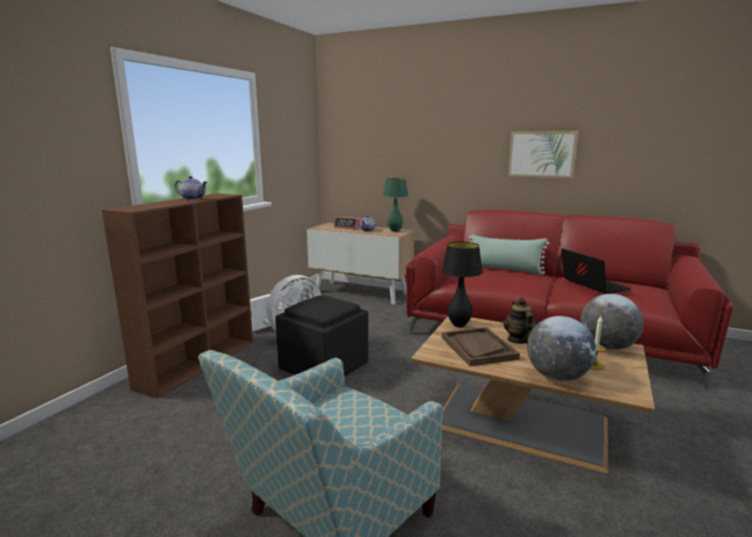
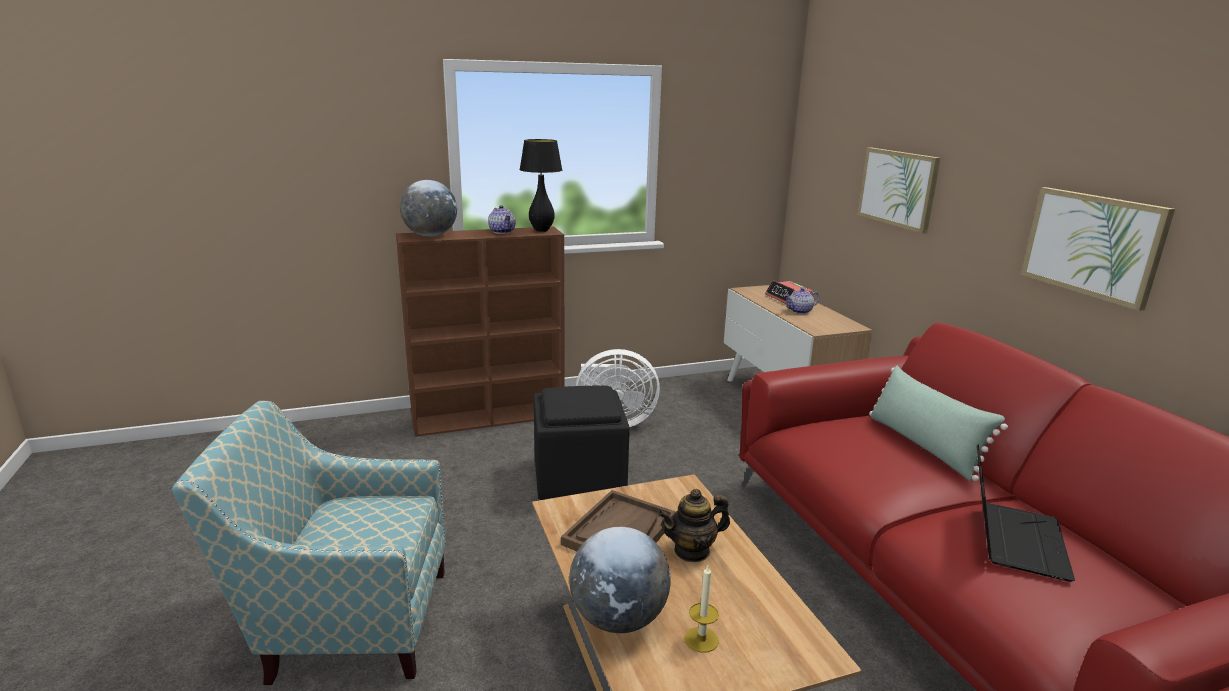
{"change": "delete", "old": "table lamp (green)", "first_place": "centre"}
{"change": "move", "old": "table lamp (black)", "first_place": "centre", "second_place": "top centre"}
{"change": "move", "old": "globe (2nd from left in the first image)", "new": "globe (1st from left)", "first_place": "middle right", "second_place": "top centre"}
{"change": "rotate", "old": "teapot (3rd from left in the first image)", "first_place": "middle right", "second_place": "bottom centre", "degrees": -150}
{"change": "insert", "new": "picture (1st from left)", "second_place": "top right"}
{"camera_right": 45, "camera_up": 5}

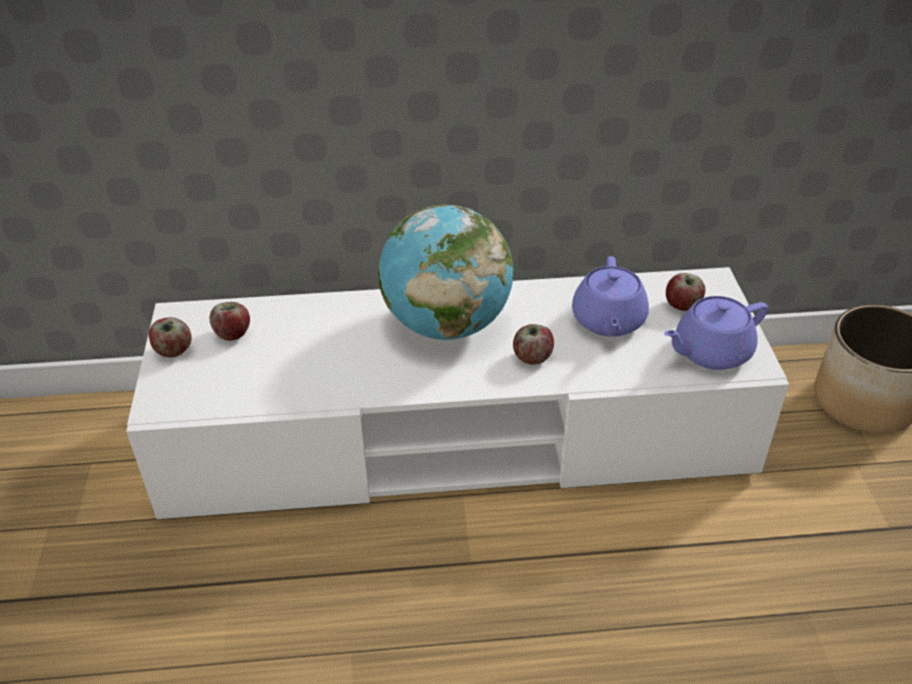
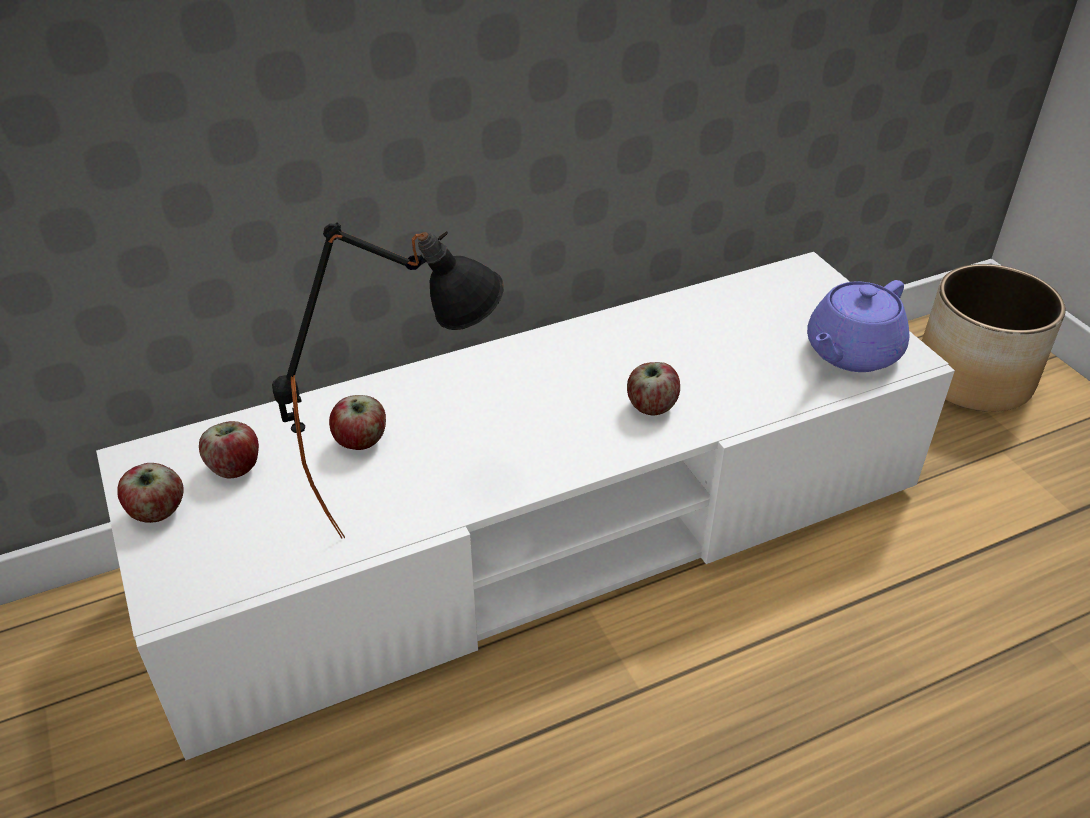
{"change": "delete", "old": "globe", "first_place": "centre"}
{"change": "delete", "old": "teapot (purple) (1st from left)", "first_place": "middle right"}
{"change": "move", "old": "apple (4th from left in the first image)", "new": "apple (3rd from left)", "first_place": "middle right", "second_place": "middle left"}
{"change": "insert", "new": "table lamp (black)", "second_place": "centre"}
{"camera_right": -20, "camera_up": 0}

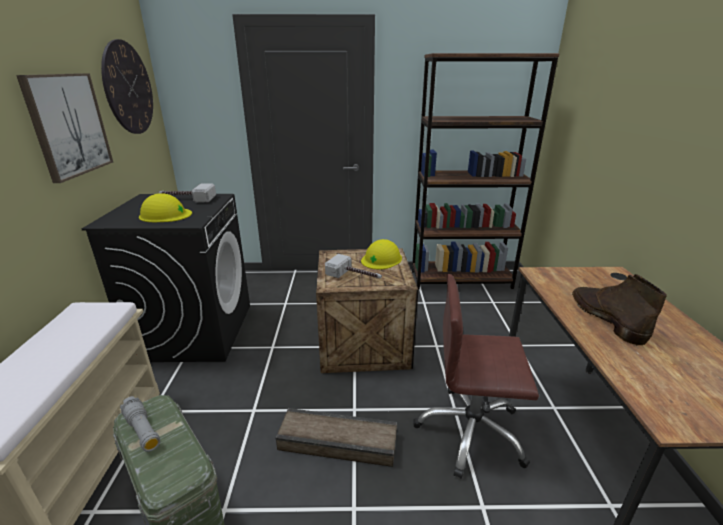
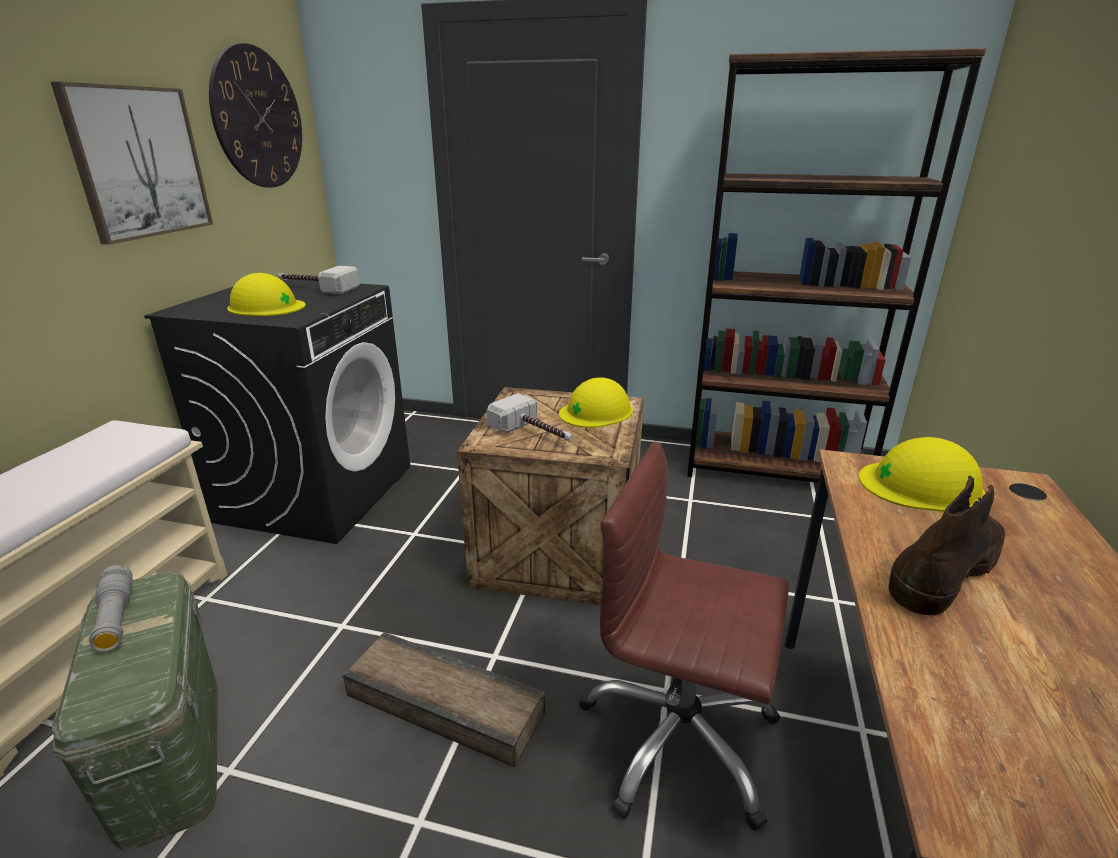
{"change": "rotate", "old": "boot (brown)", "first_place": "middle right", "second_place": "middle right", "degrees": 45}
{"change": "insert", "new": "hard hat (yellow) (3rd from left)", "second_place": "middle right"}
{"camera_right": 15, "camera_up": 0}

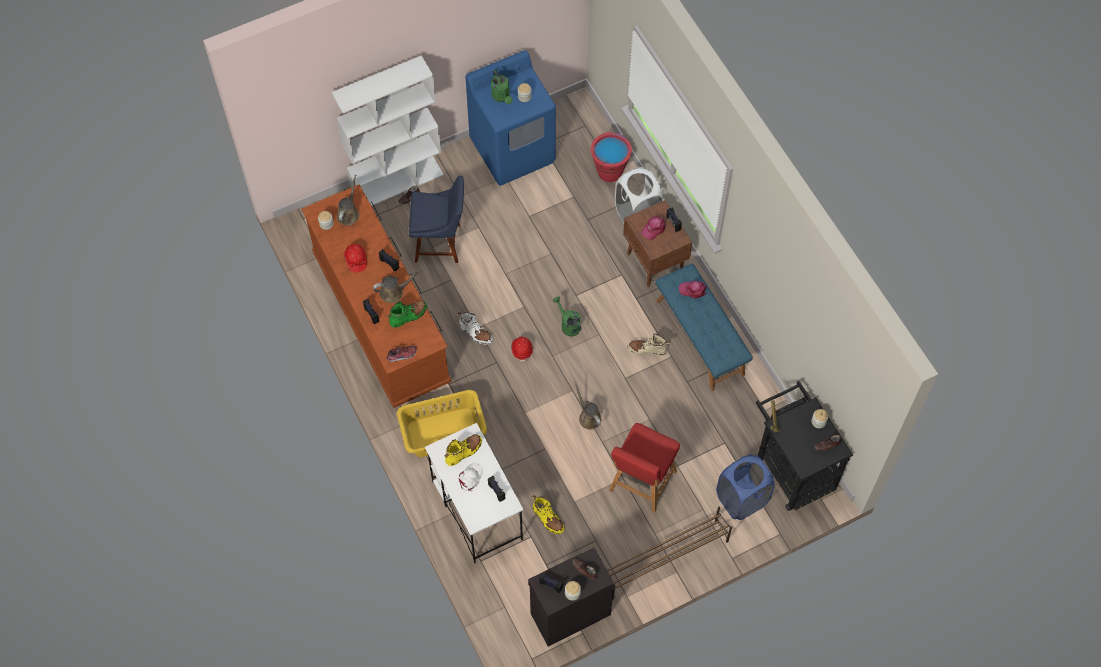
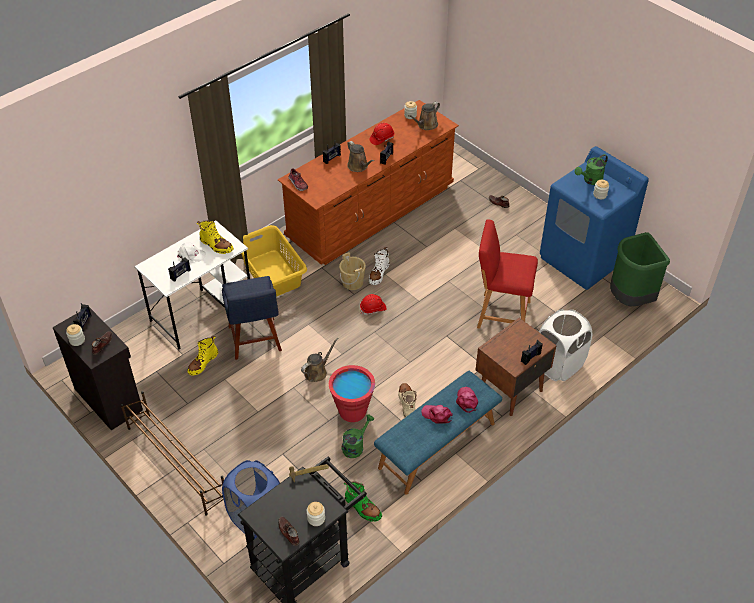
{"change": "delete", "old": "bookcase (white)", "first_place": "top centre"}
{"change": "move", "old": "bucket (red)", "first_place": "top centre", "second_place": "centre"}
{"change": "rotate", "old": "watering can (brown) (1st from left in the first image)", "first_place": "top left", "second_place": "top centre", "degrees": 135}
{"change": "move", "old": "chair (blue)", "first_place": "top centre", "second_place": "centre"}
{"change": "move", "old": "cap (pink) (1st from left)", "first_place": "centre", "second_place": "bottom centre"}
{"change": "move", "old": "watering can (green) (2nd from left in the first image)", "new": "watering can (green) (1st from left)", "first_place": "centre", "second_place": "bottom centre"}
{"change": "move", "old": "boot (green)", "first_place": "centre", "second_place": "bottom centre"}
{"change": "move", "old": "stool (red)", "first_place": "bottom centre", "second_place": "middle right"}
{"change": "insert", "new": "trash can (green)", "second_place": "middle right"}
{"change": "insert", "new": "bucket (beige)", "second_place": "centre"}
{"camera_right": 75, "camera_up": -15}

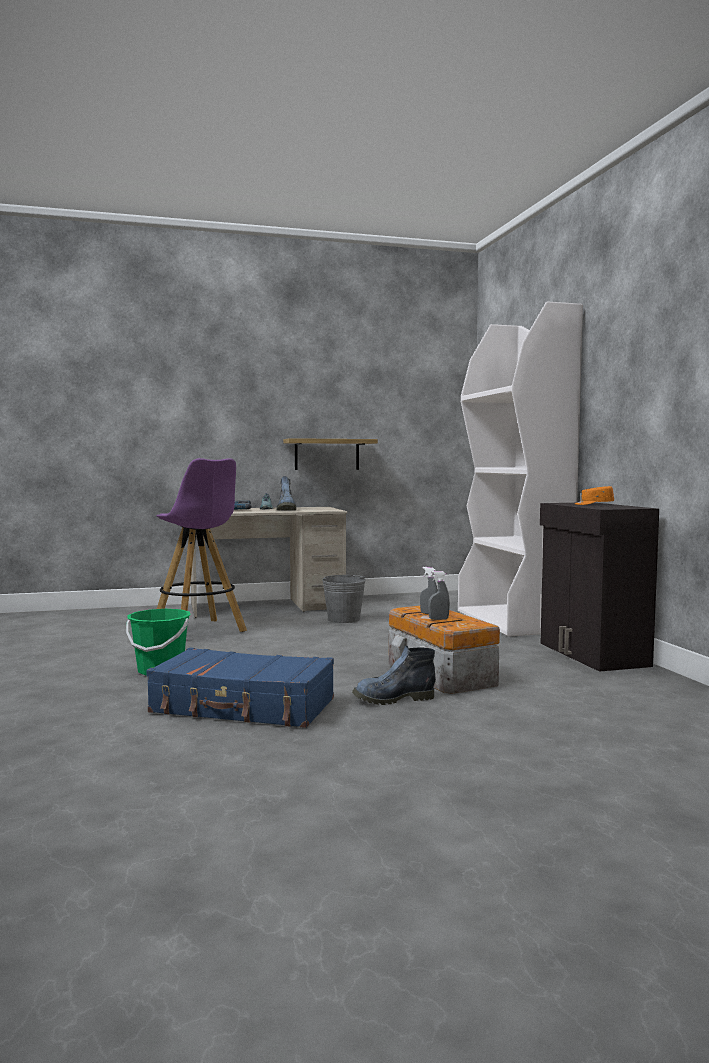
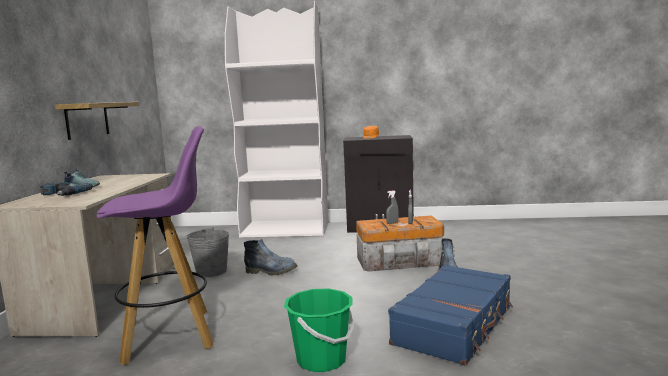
{"change": "move", "old": "boot (1st from left)", "first_place": "centre", "second_place": "bottom centre"}
{"camera_right": -70, "camera_up": 5}

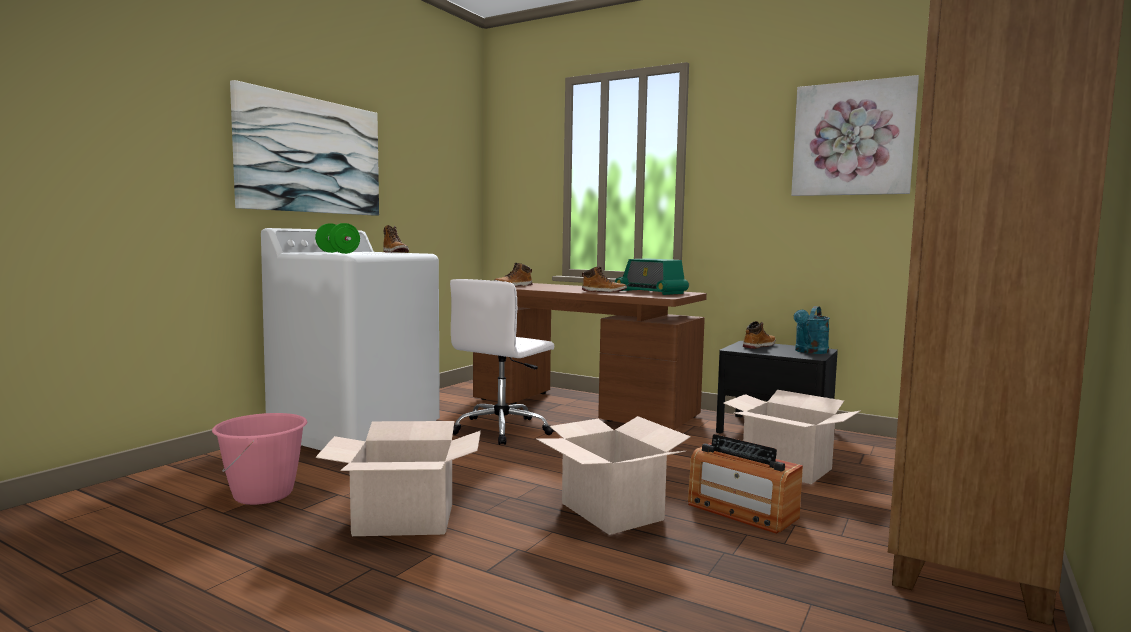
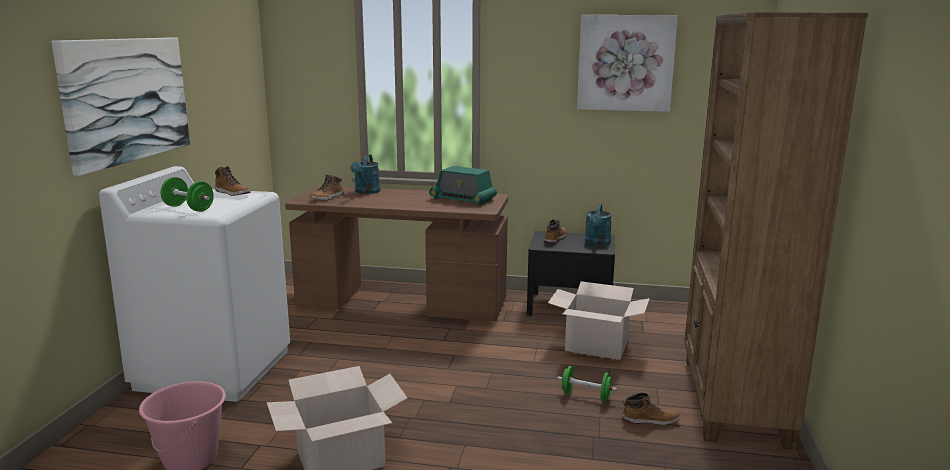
{"change": "move", "old": "boot (3rd from left in the first image)", "new": "boot (4th from left)", "first_place": "centre", "second_place": "bottom right"}
{"change": "delete", "old": "office chair (white)", "first_place": "centre"}
{"change": "delete", "old": "cardboard box (2nd from left)", "first_place": "bottom centre"}
{"change": "replace", "old": "radio (2nd from left)", "new": "dumbbell (green) (2nd from left)", "first_place": "bottom centre", "second_place": "bottom centre"}
{"change": "insert", "new": "watering can (turquoise) (1st from left)", "second_place": "centre"}
{"camera_right": -20, "camera_up": 10}

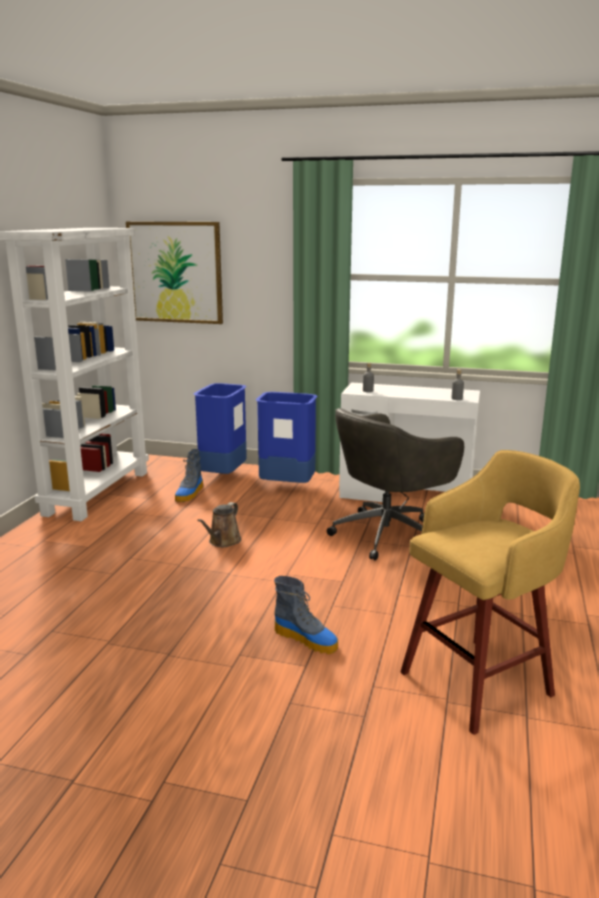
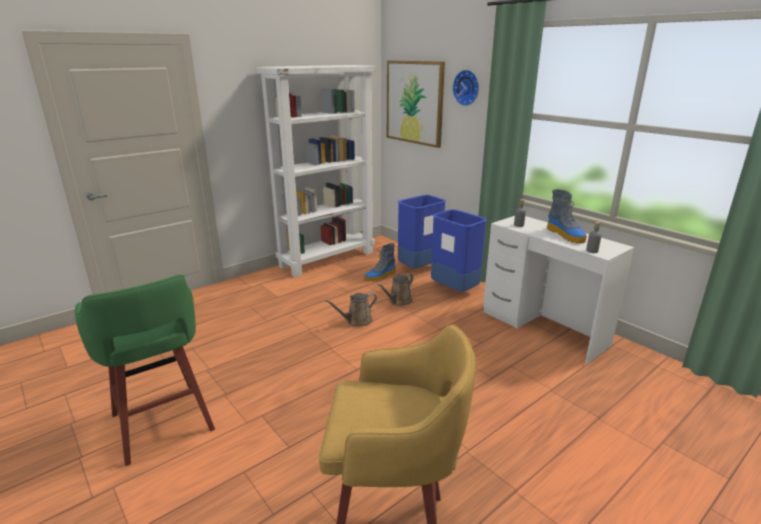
{"change": "delete", "old": "office chair (grey)", "first_place": "centre"}
{"change": "move", "old": "boot (2nd from left)", "first_place": "bottom centre", "second_place": "middle right"}
{"change": "insert", "new": "wall clock", "second_place": "top centre"}
{"change": "insert", "new": "watering can (brown) (2nd from left)", "second_place": "centre"}
{"change": "insert", "new": "stool (green)", "second_place": "bottom left"}
{"camera_right": 35, "camera_up": 5}

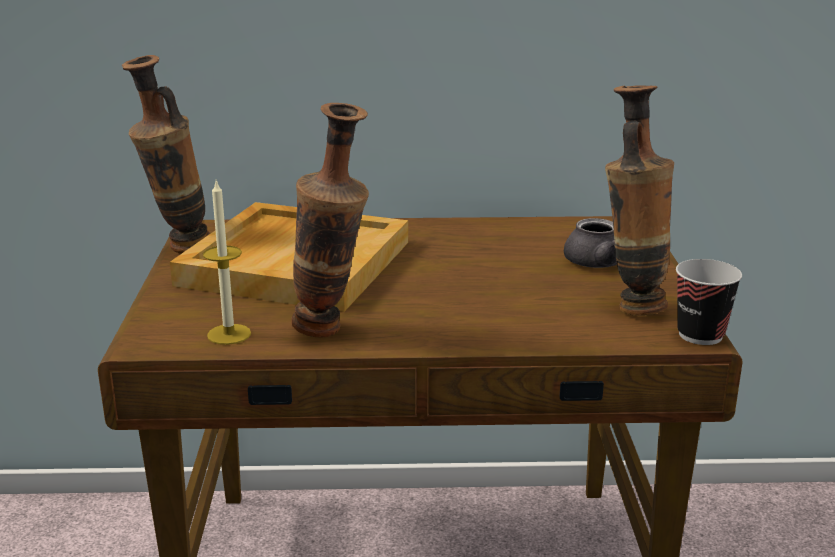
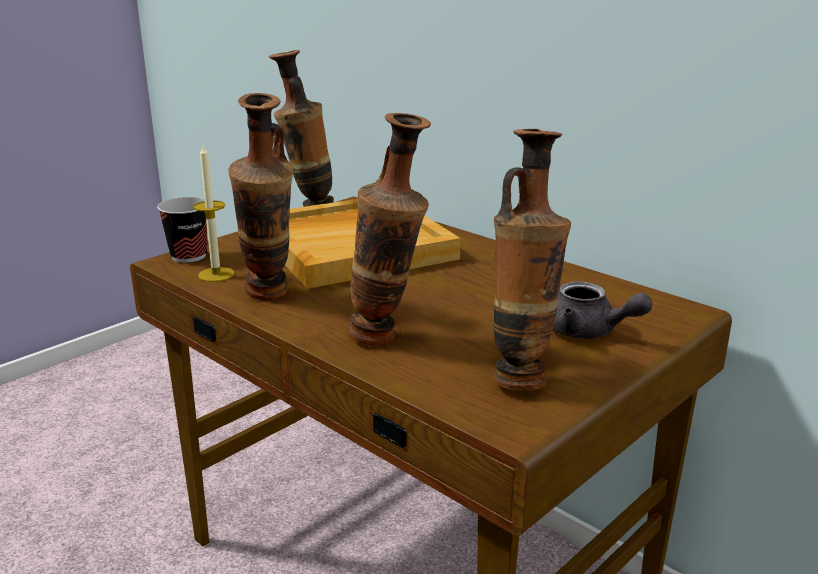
{"change": "move", "old": "cup", "first_place": "middle right", "second_place": "middle left"}
{"change": "insert", "new": "vase (3rd from left)", "second_place": "centre"}
{"camera_right": 45, "camera_up": 0}

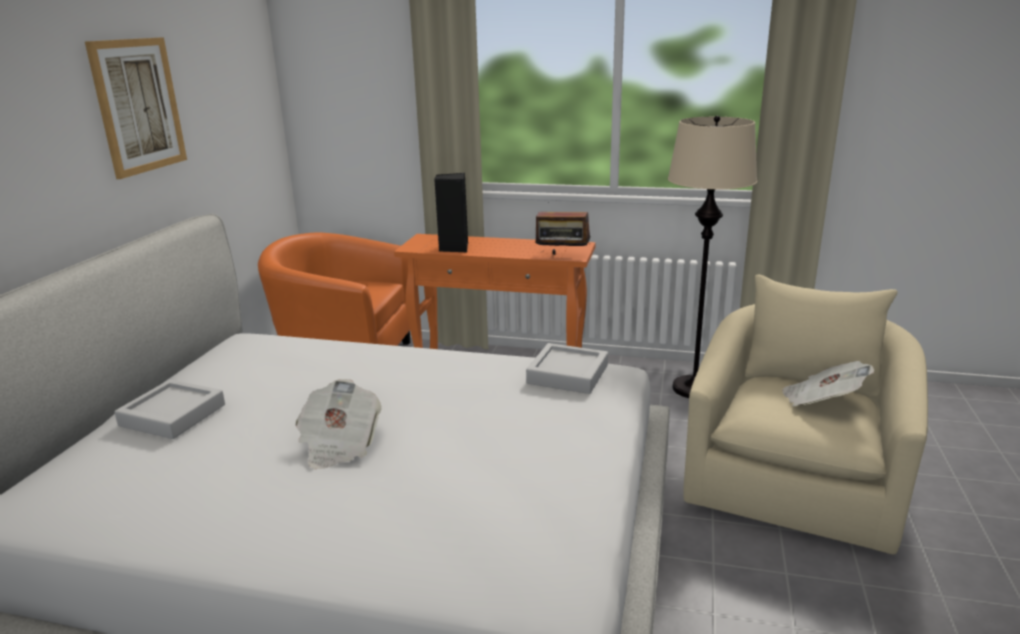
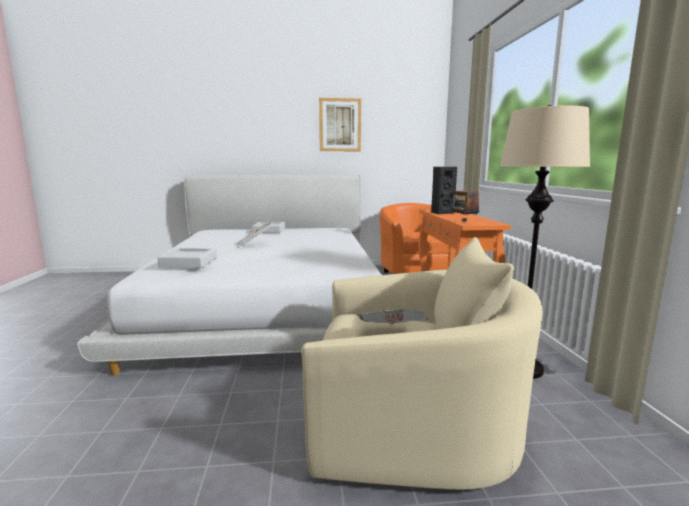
{"change": "move", "old": "tray (grey) (2nd from left in the first image)", "new": "tray (grey) (1st from left)", "first_place": "centre", "second_place": "middle left"}
{"camera_right": 70, "camera_up": -10}

